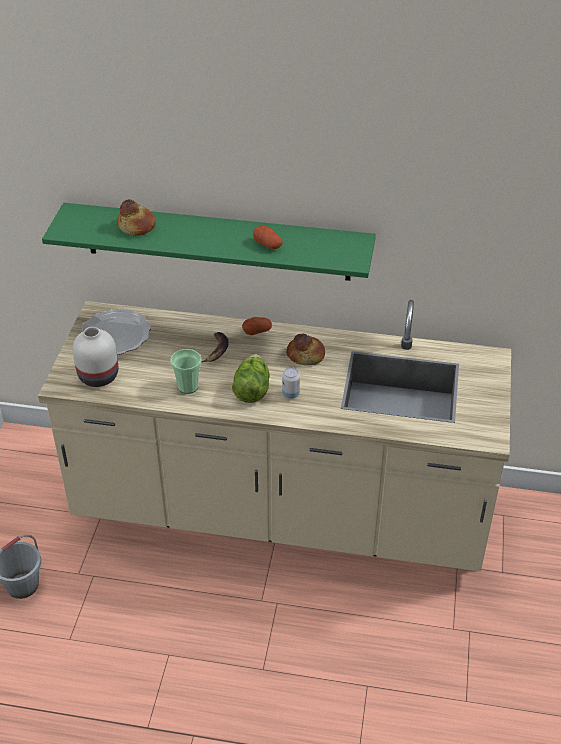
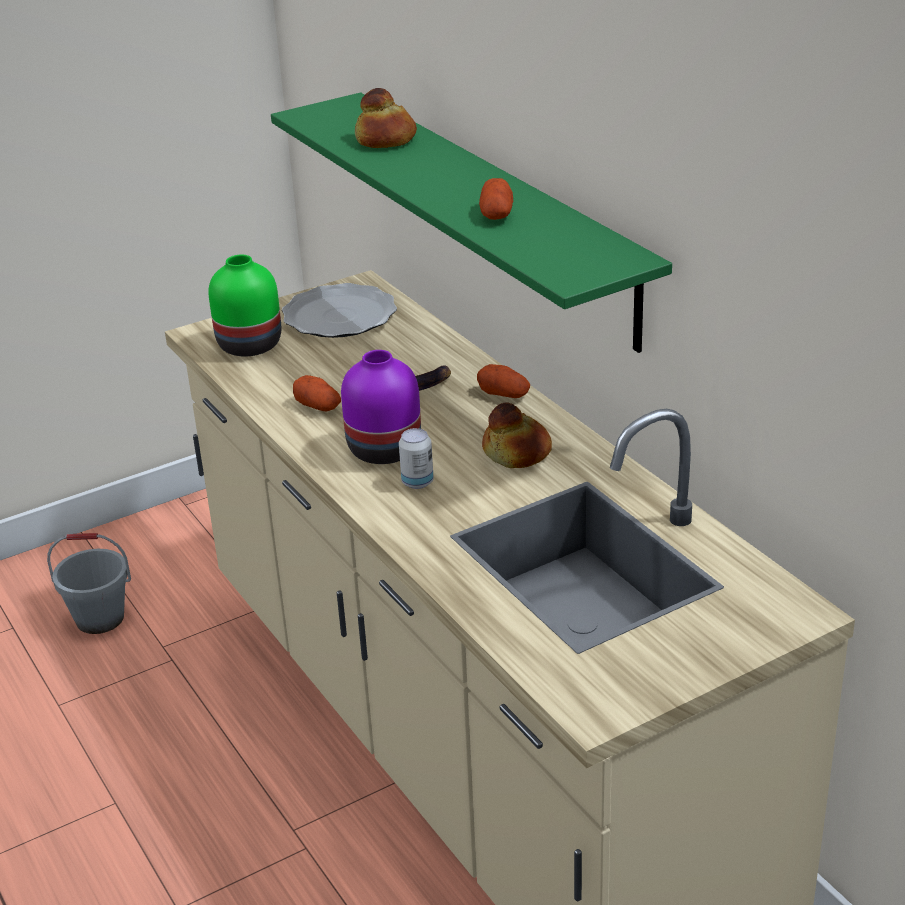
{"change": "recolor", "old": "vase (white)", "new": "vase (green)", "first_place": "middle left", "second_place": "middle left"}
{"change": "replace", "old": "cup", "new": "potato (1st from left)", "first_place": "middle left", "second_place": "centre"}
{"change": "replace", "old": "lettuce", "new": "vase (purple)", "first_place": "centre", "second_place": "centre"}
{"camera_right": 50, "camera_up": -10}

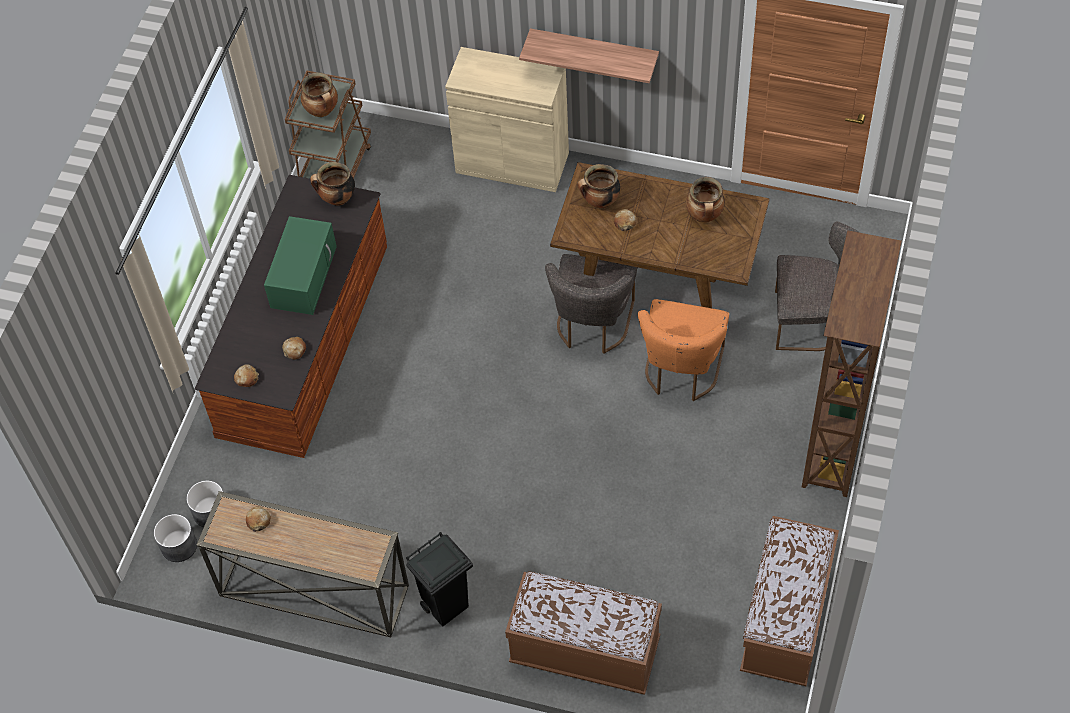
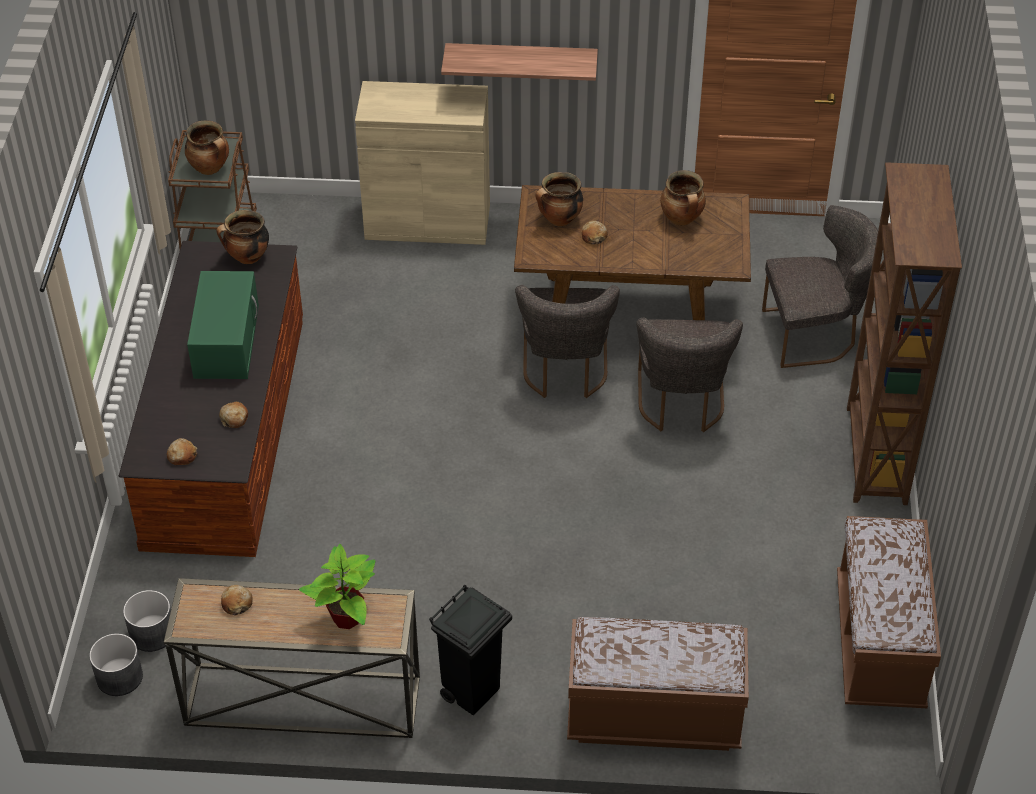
{"change": "recolor", "old": "chair (orange)", "new": "chair (grey) (2nd from left)", "first_place": "centre", "second_place": "centre"}
{"change": "insert", "new": "potted plant", "second_place": "bottom left"}
{"camera_right": -15, "camera_up": -10}

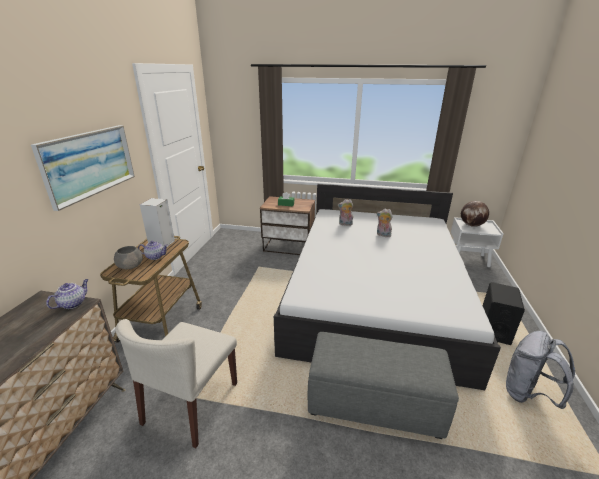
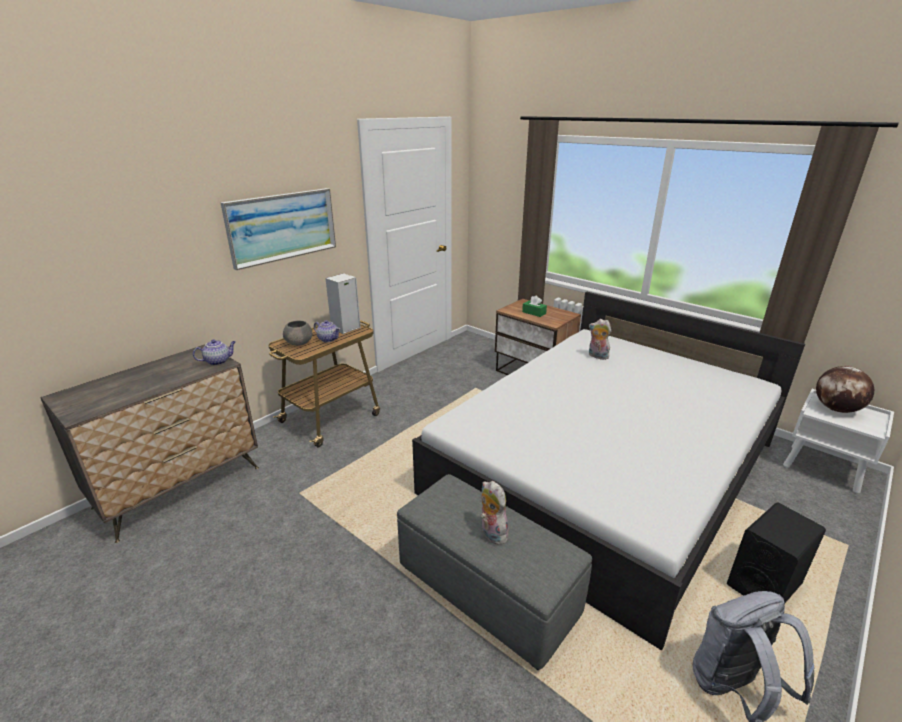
{"change": "move", "old": "plush toy (2nd from left in the first image)", "new": "plush toy (1st from left)", "first_place": "centre", "second_place": "bottom centre"}
{"change": "delete", "old": "chair (beige)", "first_place": "bottom left"}
{"camera_right": 30, "camera_up": 0}

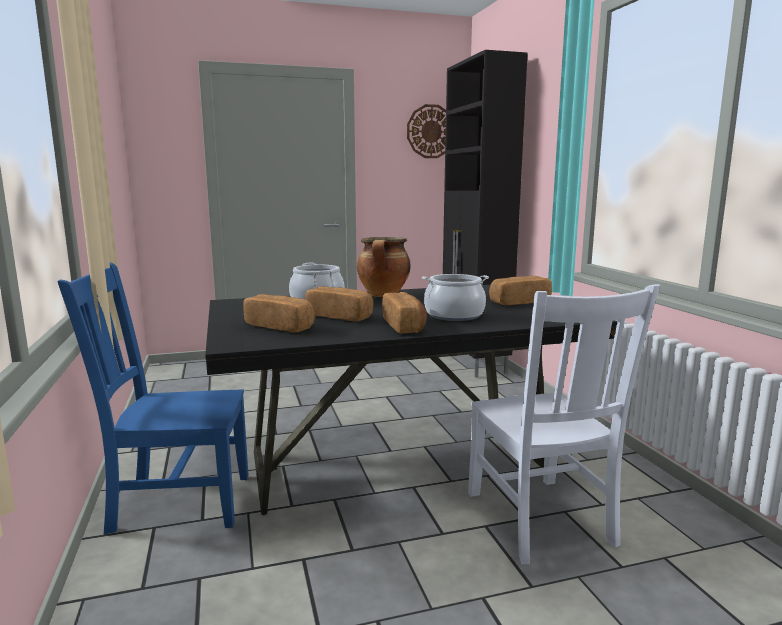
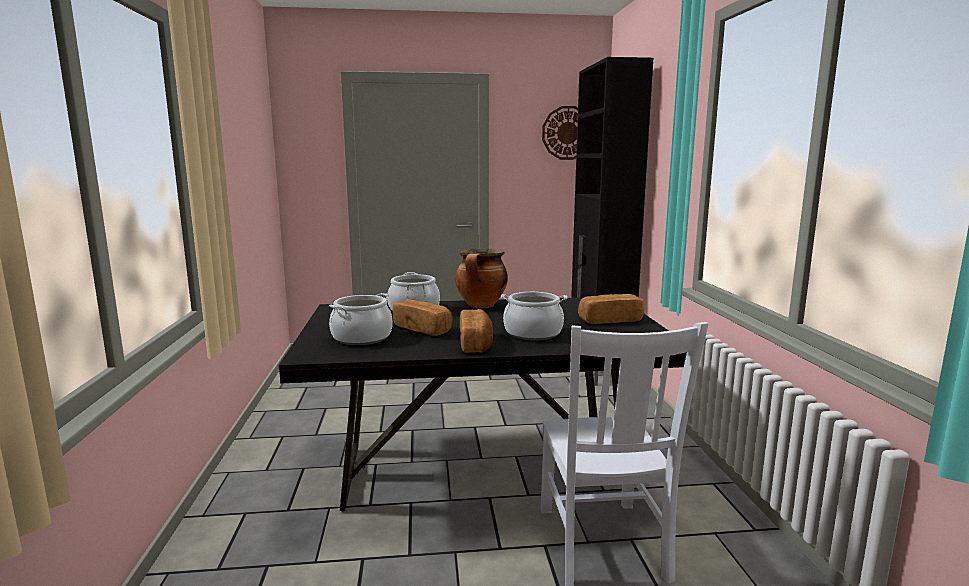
{"change": "delete", "old": "chair (blue)", "first_place": "middle left"}
{"change": "replace", "old": "bread (1st from left)", "new": "cooking pot (1st from left)", "first_place": "centre", "second_place": "centre"}
{"camera_right": 10, "camera_up": 0}

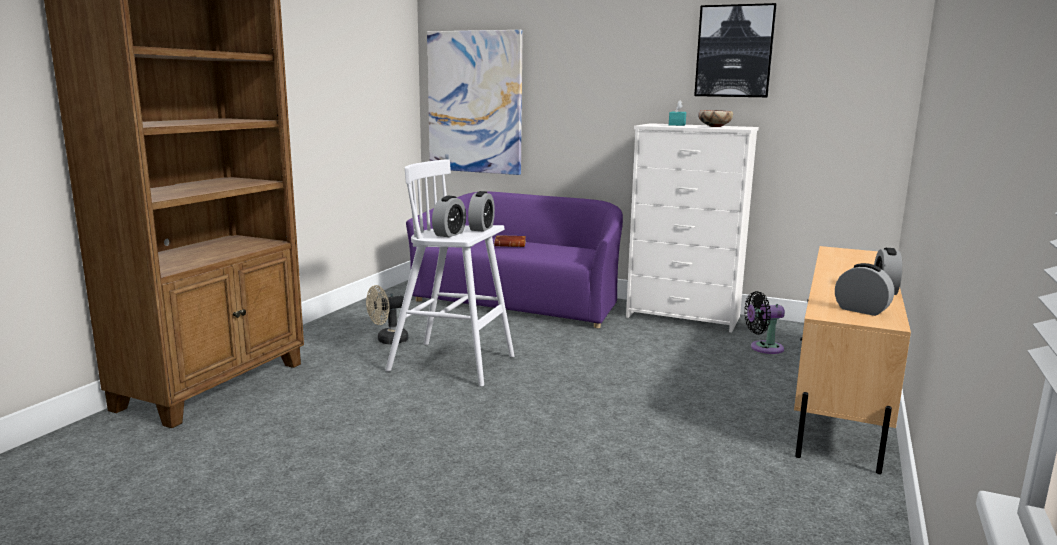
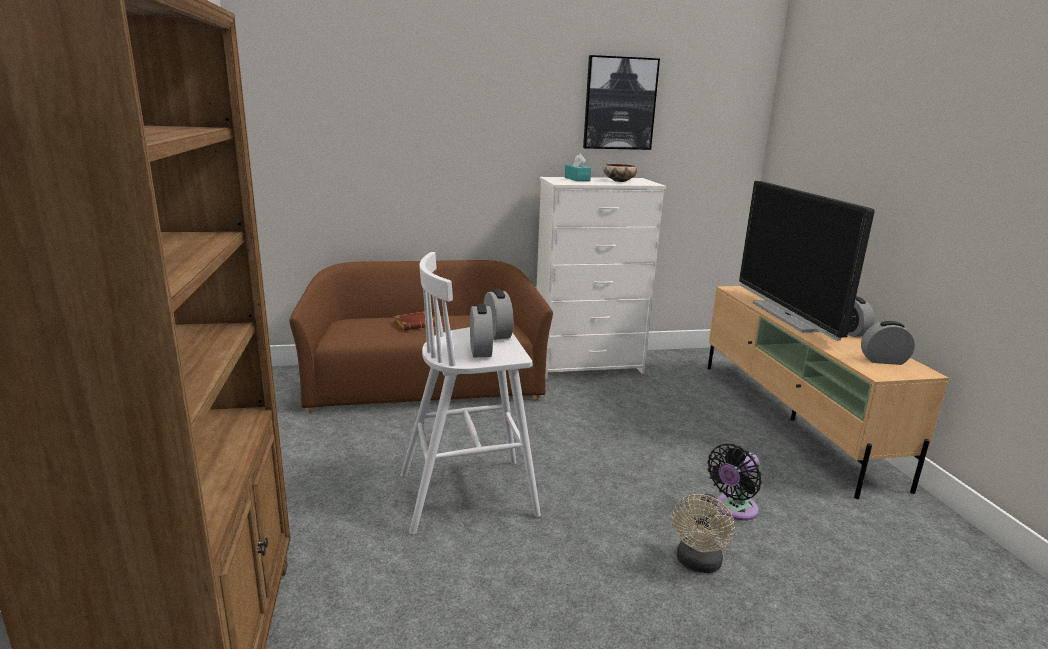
{"change": "delete", "old": "picture (1st from left)", "first_place": "top centre"}
{"change": "recolor", "old": "sofa (purple)", "new": "sofa (brown)", "first_place": "centre", "second_place": "centre"}
{"change": "move", "old": "fan (beige)", "first_place": "centre", "second_place": "bottom right"}
{"change": "move", "old": "fan (black)", "first_place": "middle right", "second_place": "bottom right"}
{"change": "insert", "new": "television", "second_place": "middle right"}
{"camera_right": -35, "camera_up": 5}

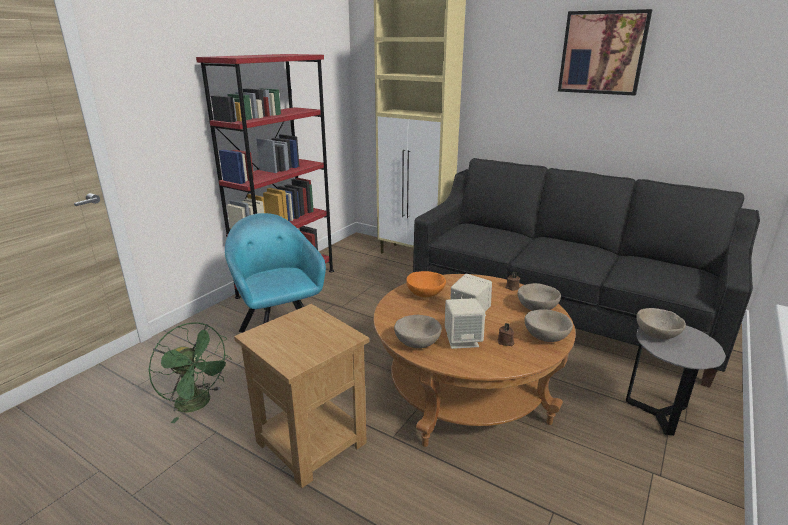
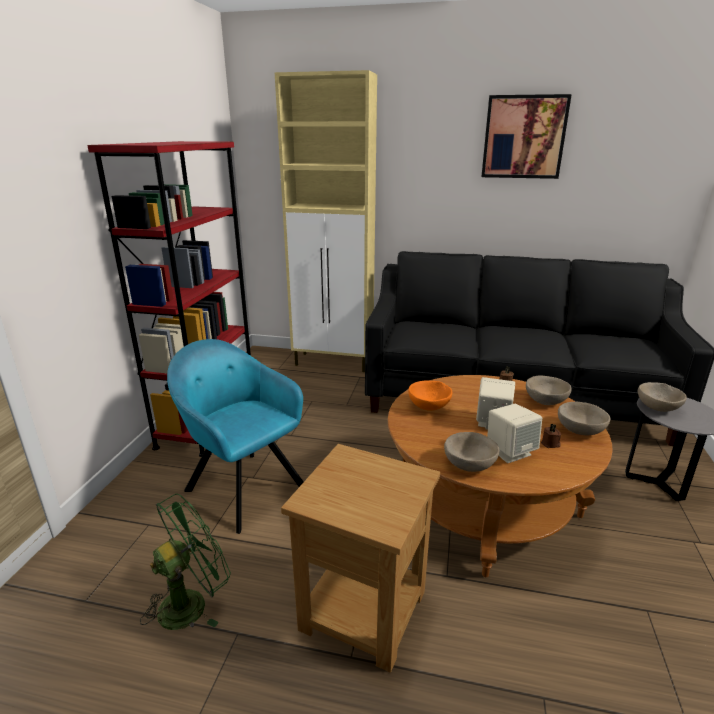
{"change": "rotate", "old": "fan (green)", "first_place": "bottom left", "second_place": "bottom left", "degrees": -60}
{"camera_right": -20, "camera_up": 0}

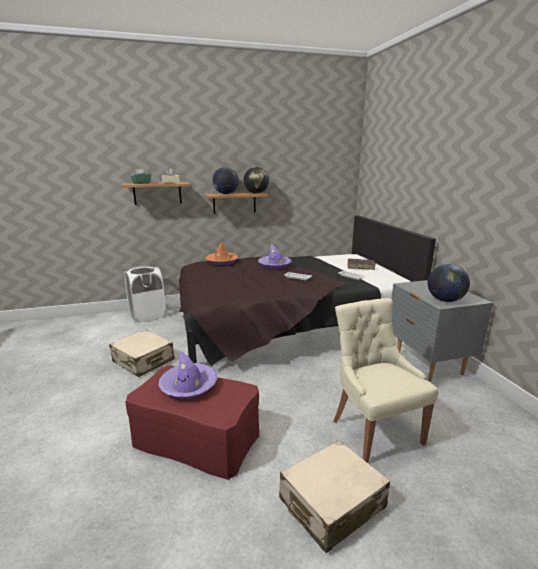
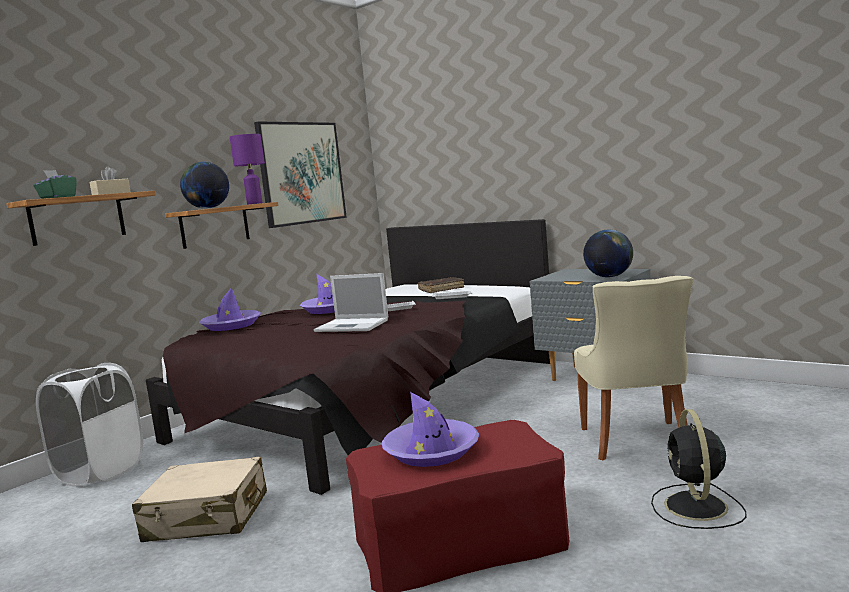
{"change": "replace", "old": "globe (2nd from left)", "new": "table lamp (purple)", "first_place": "top centre", "second_place": "top left"}
{"change": "recolor", "old": "hat (orange)", "new": "hat (purple) (1st from left)", "first_place": "centre", "second_place": "middle left"}
{"change": "rotate", "old": "chair (beige)", "first_place": "bottom right", "second_place": "middle right", "degrees": -120}
{"change": "replace", "old": "suitcase (beige) (2nd from left)", "new": "fan (black)", "first_place": "bottom centre", "second_place": "bottom right"}
{"change": "insert", "new": "picture", "second_place": "top centre"}
{"change": "insert", "new": "laptop", "second_place": "centre"}
{"camera_right": -35, "camera_up": -10}

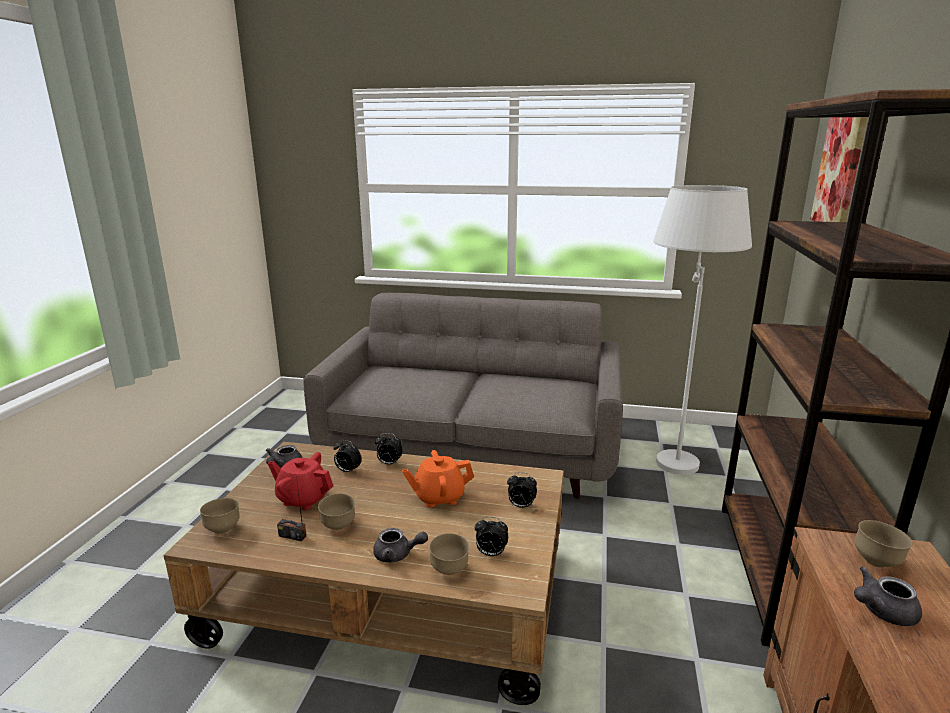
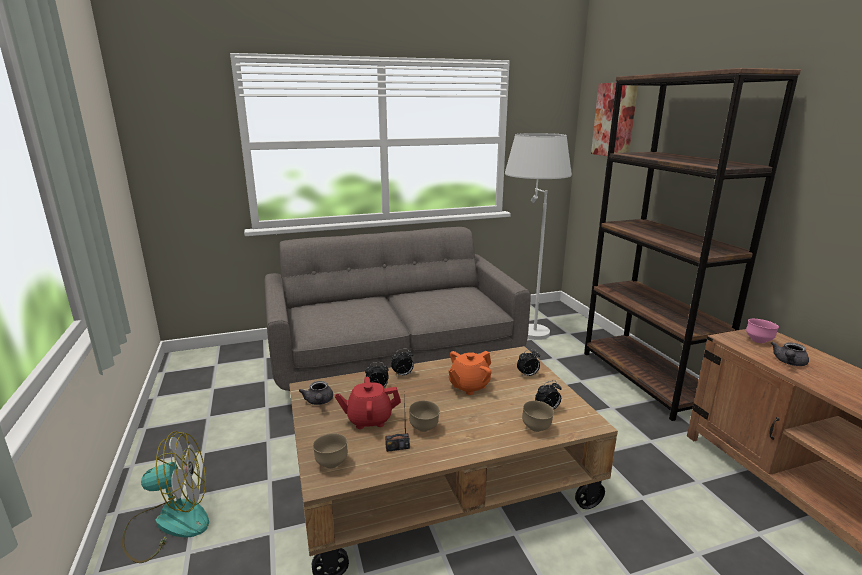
{"change": "recolor", "old": "bowl (brown) (4th from left)", "new": "bowl (pink)", "first_place": "bottom right", "second_place": "middle right"}
{"change": "delete", "old": "teapot (grey) (2nd from left)", "first_place": "bottom centre"}
{"change": "insert", "new": "fan", "second_place": "bottom left"}
{"camera_right": -30, "camera_up": 0}

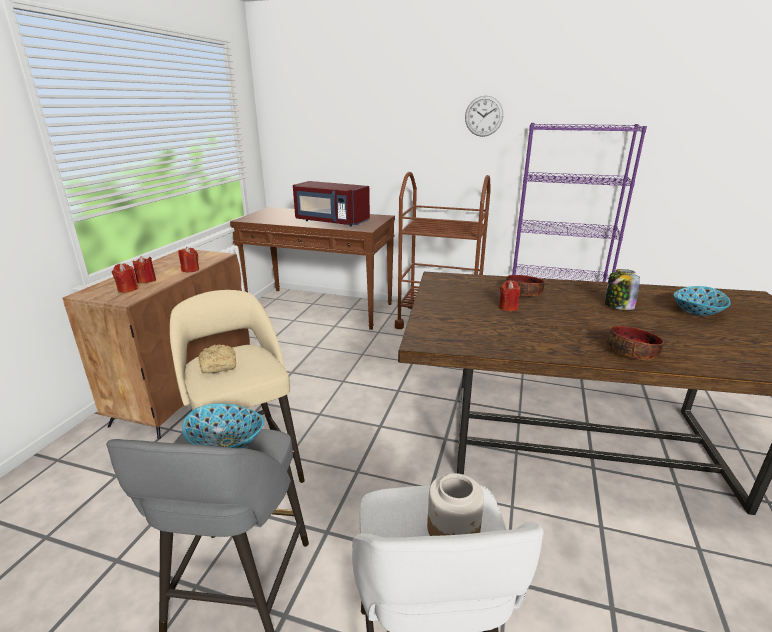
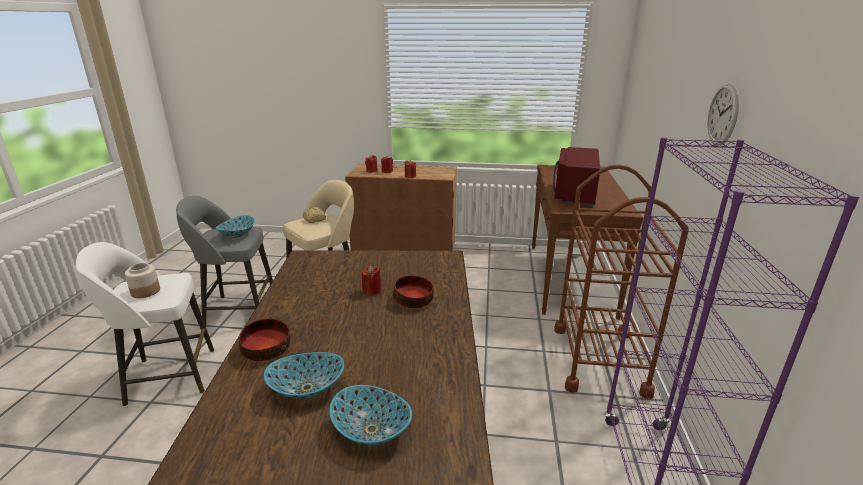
{"change": "delete", "old": "jar (2nd from left)", "first_place": "middle right"}
{"change": "insert", "new": "bowl (3rd from left)", "second_place": "bottom centre"}
{"camera_right": 80, "camera_up": 0}

